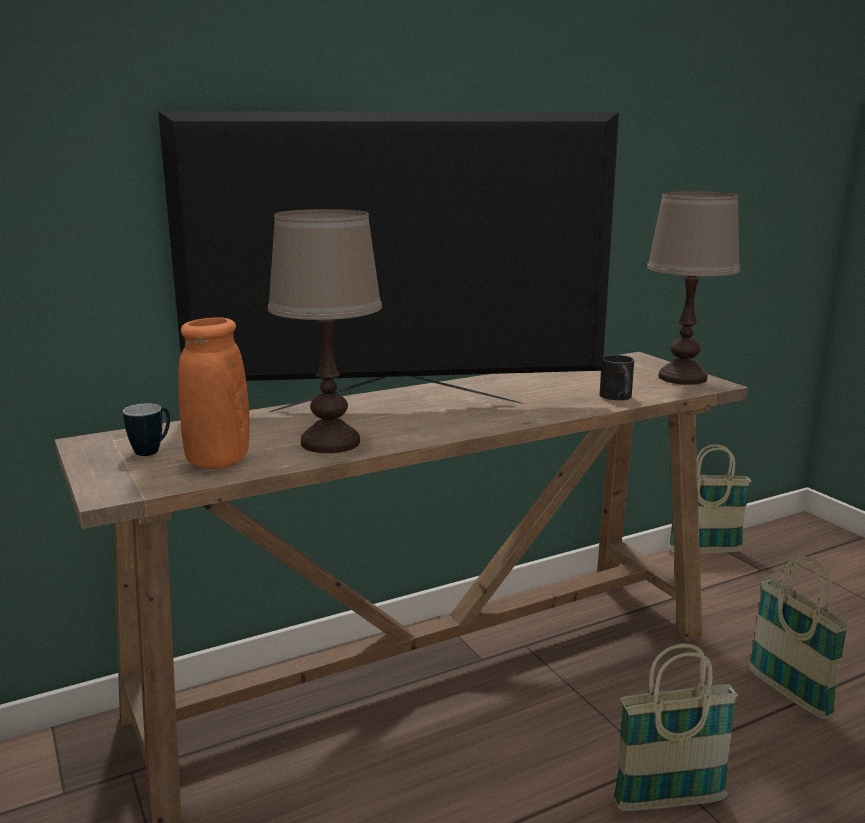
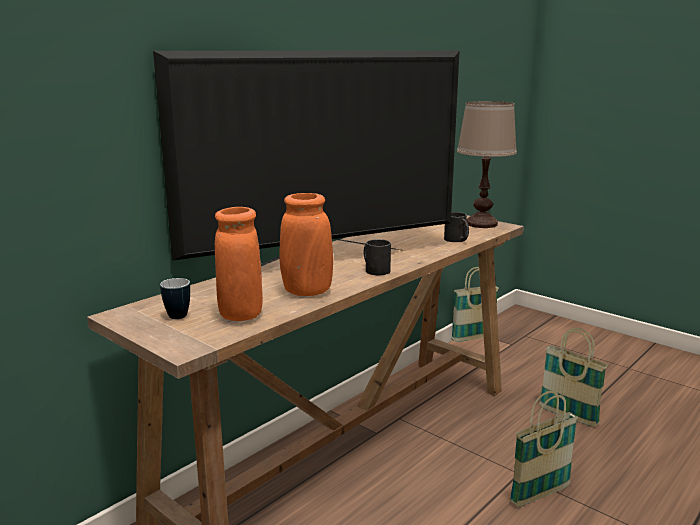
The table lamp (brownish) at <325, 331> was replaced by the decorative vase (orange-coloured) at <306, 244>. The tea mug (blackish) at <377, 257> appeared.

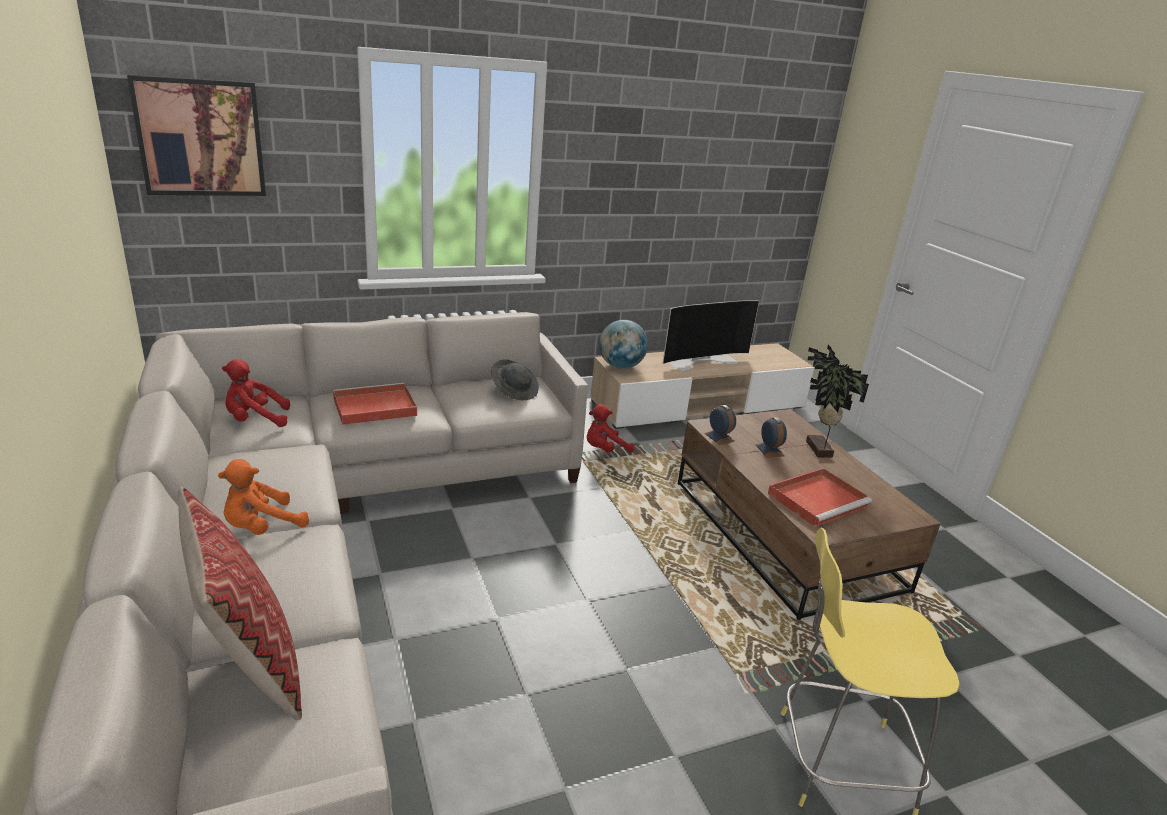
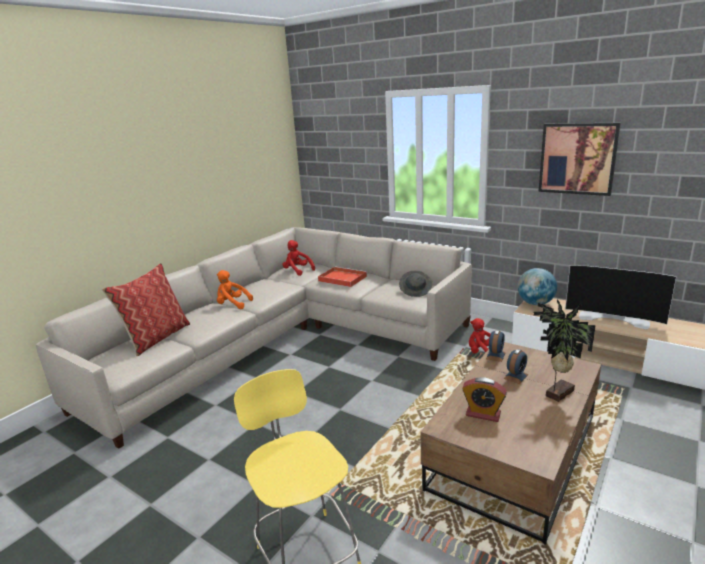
The tray (reddish) at <820, 497> was replaced by the bedside clock at <484, 399>. The wall picture moved from <196, 135> to <579, 159>.

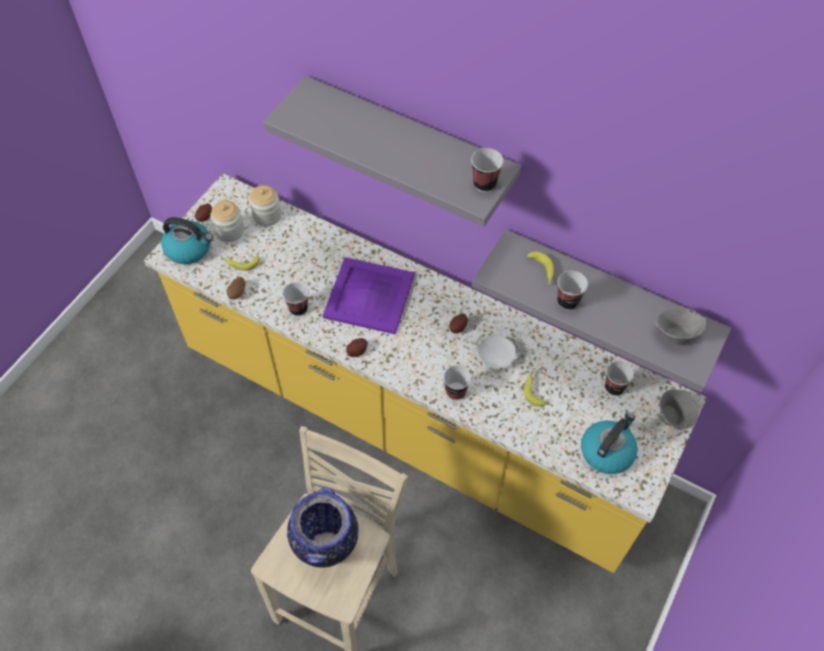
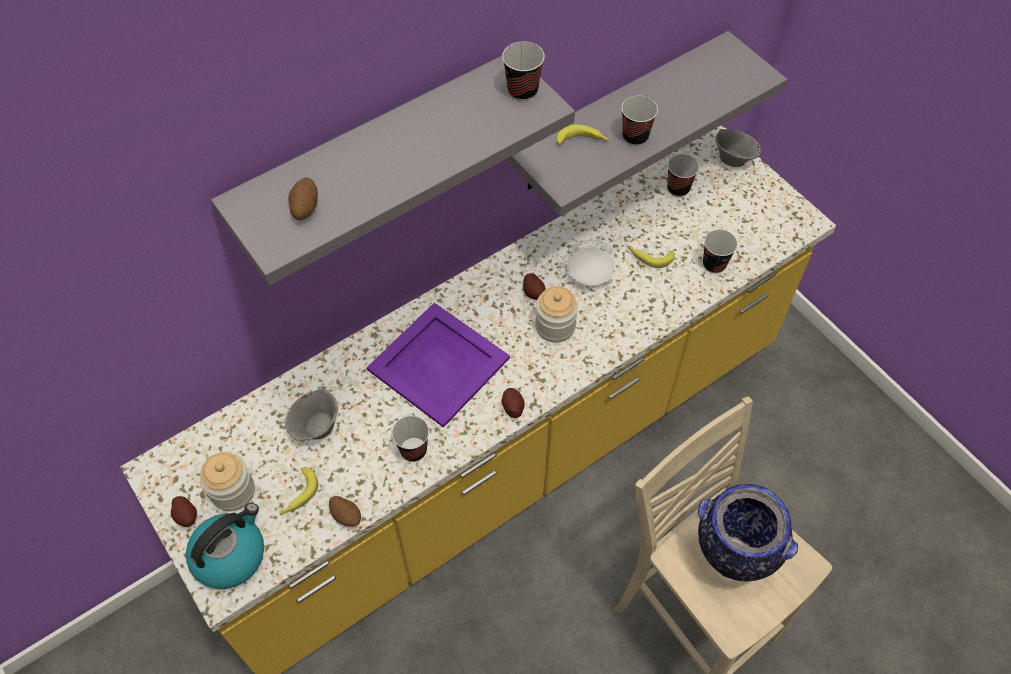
The deep dish (gray) moved from <681, 326> to <311, 414>. The potato at <303, 199> appeared. The preserve jar moved from <265, 205> to <556, 314>. The cup moved from <457, 382> to <720, 251>. The water kettle at <609, 443> disappeared.

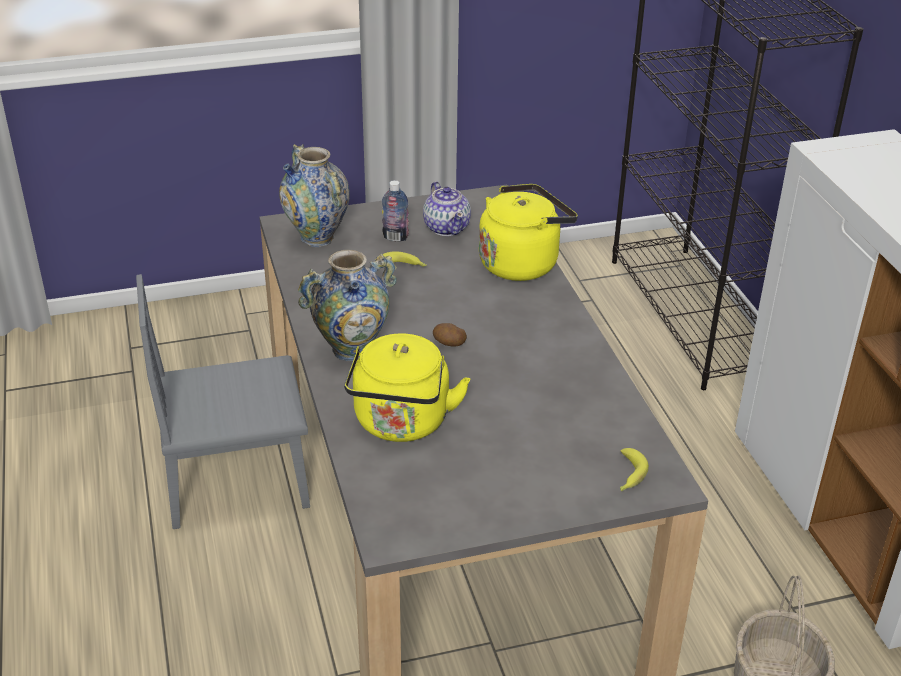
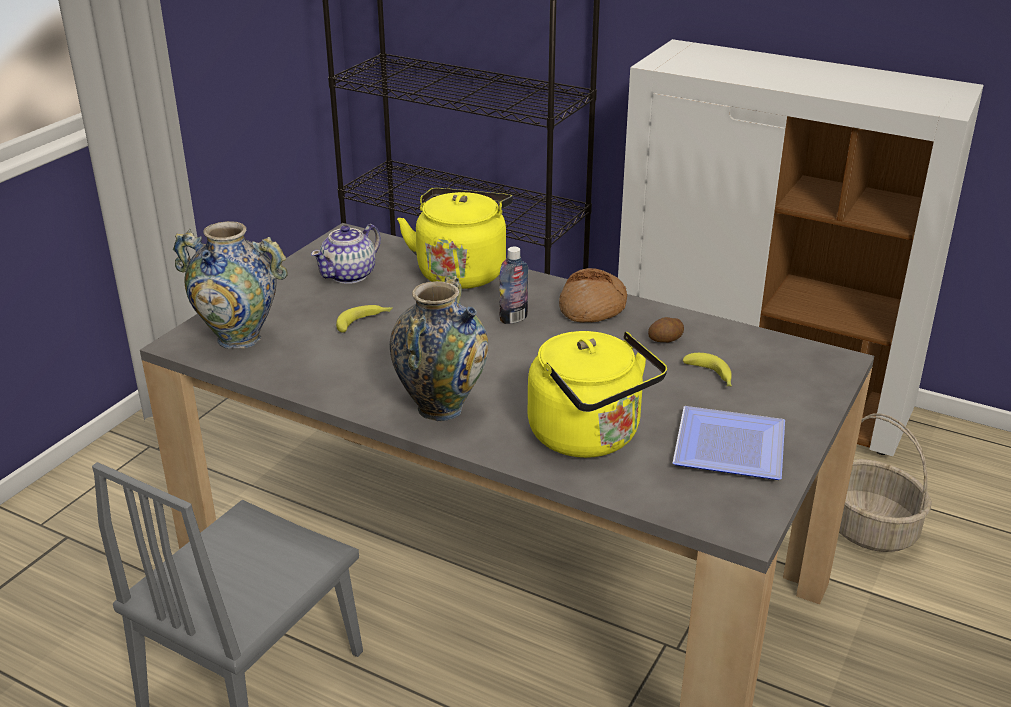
The teapot at <447, 208> turned 105 degrees clockwise. The beverage bottle moved from <395, 211> to <513, 285>. The bakery bread at <593, 295> appeared. The potato moved from <450, 335> to <666, 329>. The plate at <729, 443> appeared. The banana moved from <634, 469> to <707, 369>.

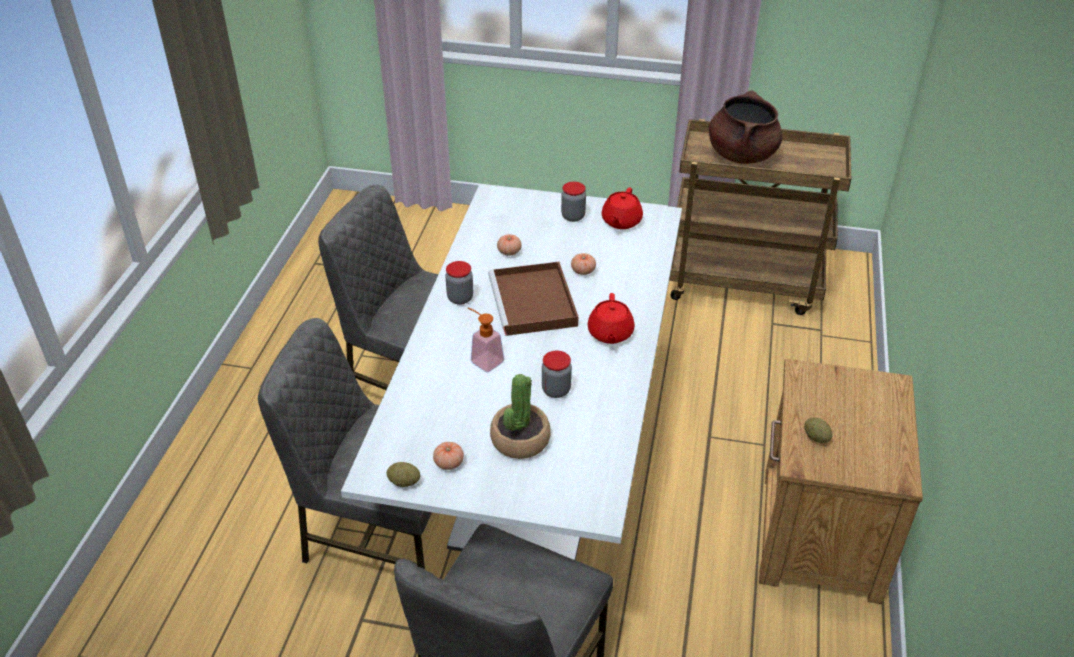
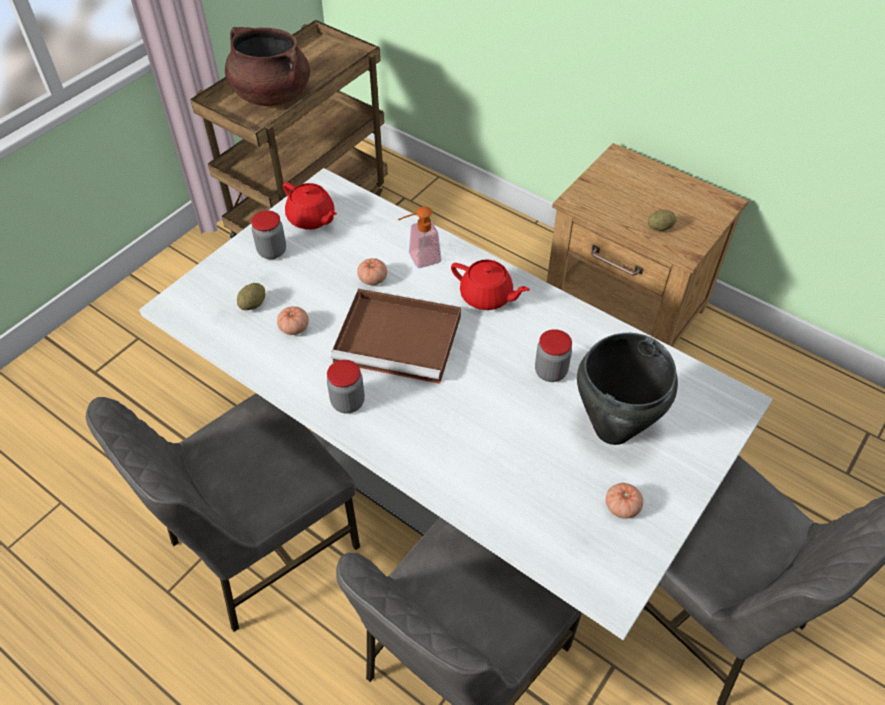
The potato moved from <403, 474> to <251, 296>. The soap dispenser moved from <486, 340> to <419, 237>. The potted plant at <520, 416> was replaced by the cooking pot (blackish) at <627, 389>.

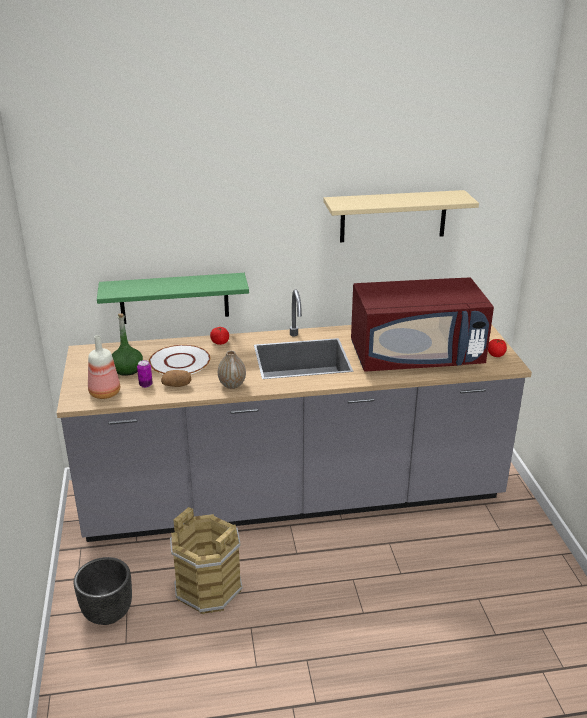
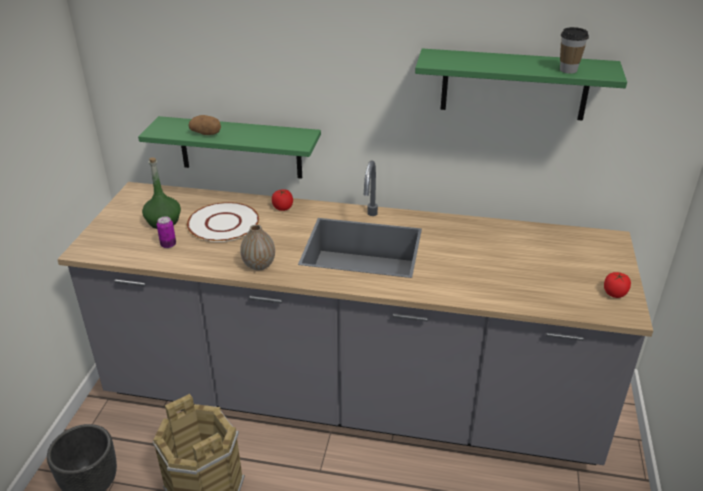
The potato moved from <176, 378> to <204, 125>. The shelf (beige) at <401, 216> became the shelf (green-coloured) at <521, 85>. The cup at <574, 50> appeared. The beverage bottle at <104, 367> disappeared. The kitchen microwave (reddish) at <422, 325> disappeared.

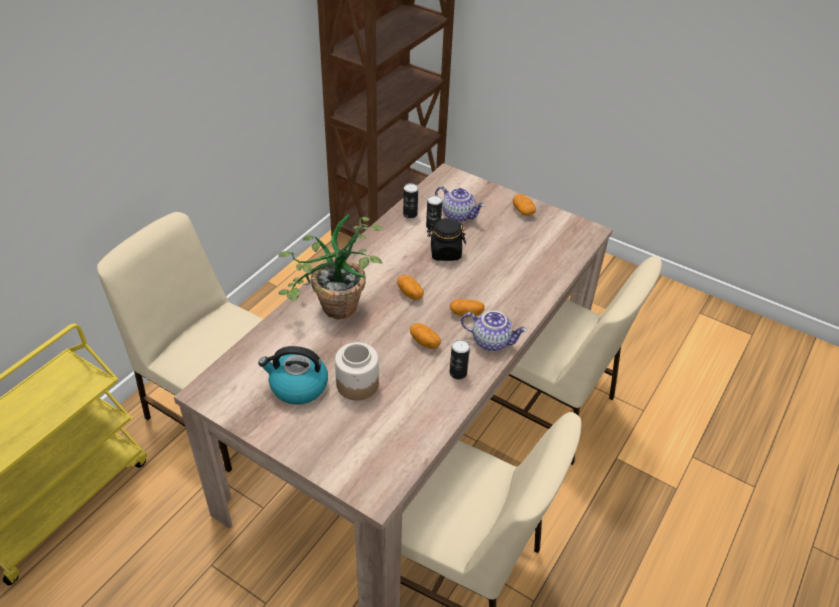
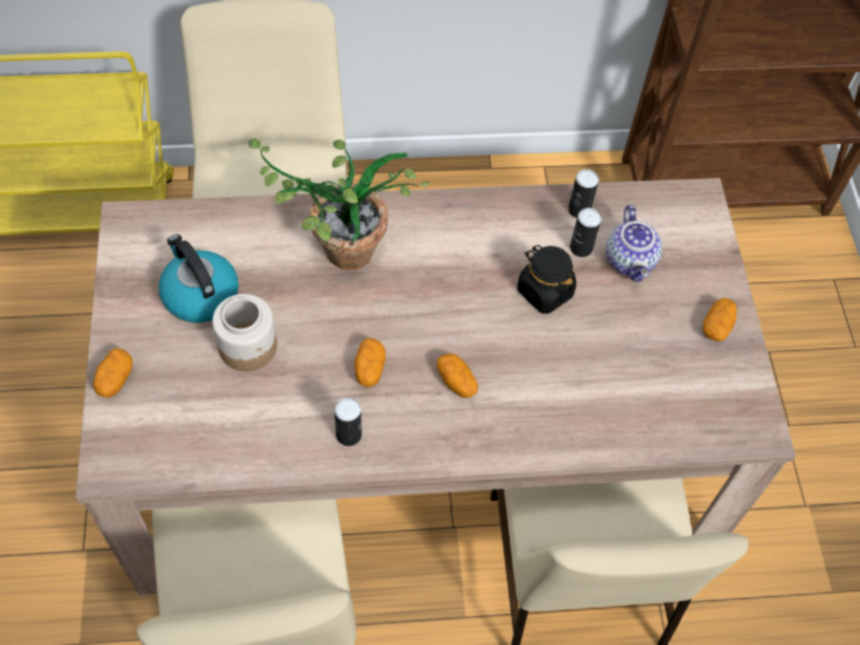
The potato moved from <410, 287> to <113, 373>. The teapot at <494, 331> disappeared.

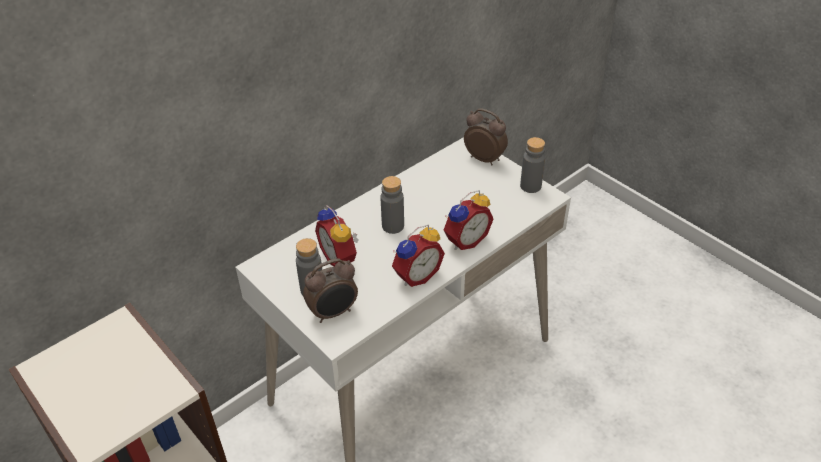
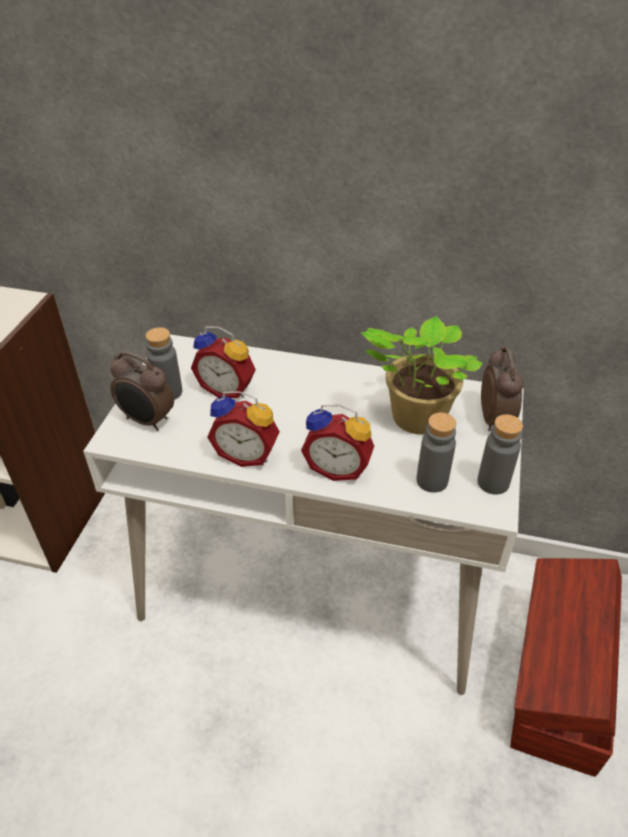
The bedside clock at <337, 236> turned 90 degrees counterclockwise. The potted plant at <422, 375> appeared. The beverage bottle (gray) moved from <392, 205> to <436, 453>. The storage bin (brownish) at <566, 667> appeared.

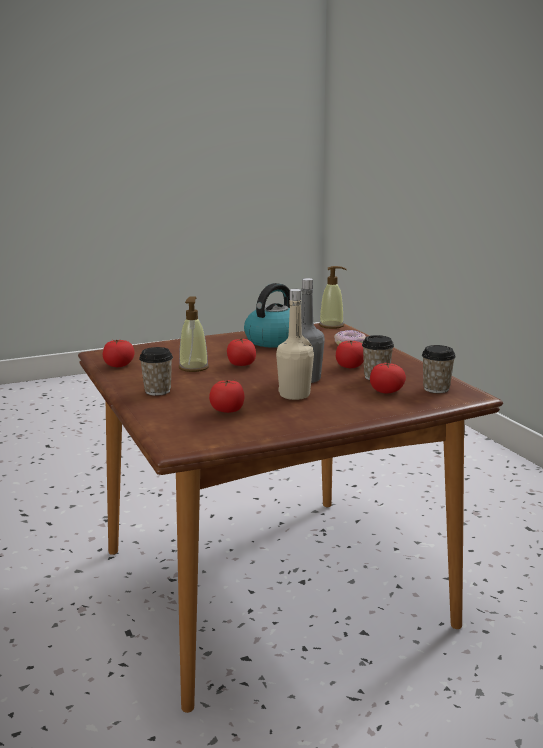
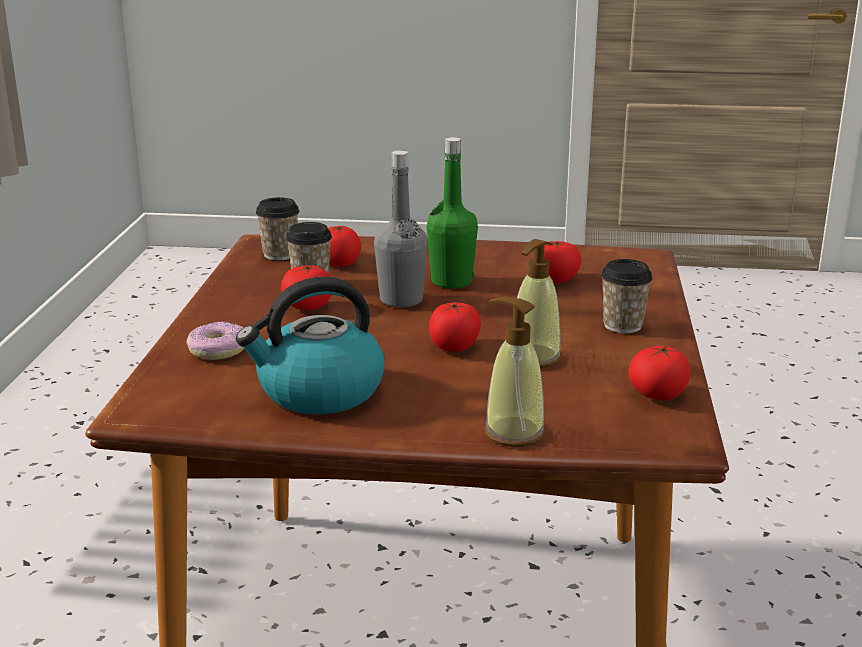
The beverage bottle (beige) at <295, 344> became the beverage bottle (green-coloured) at <452, 213>. The soap dispenser moved from <333, 297> to <514, 372>.

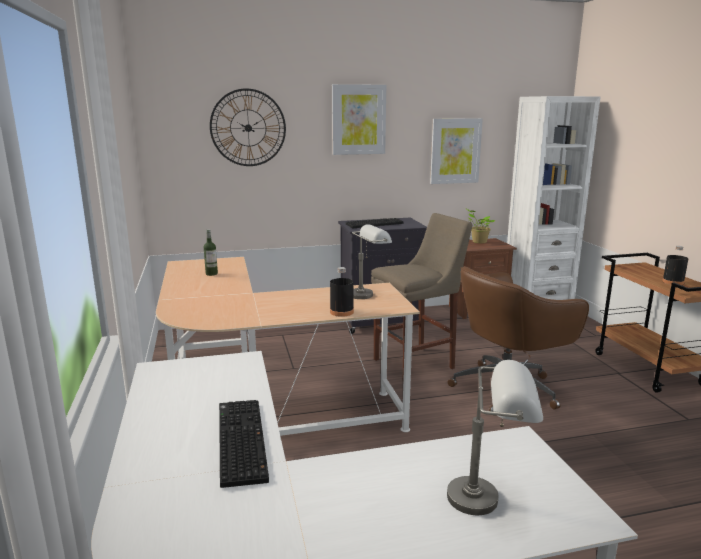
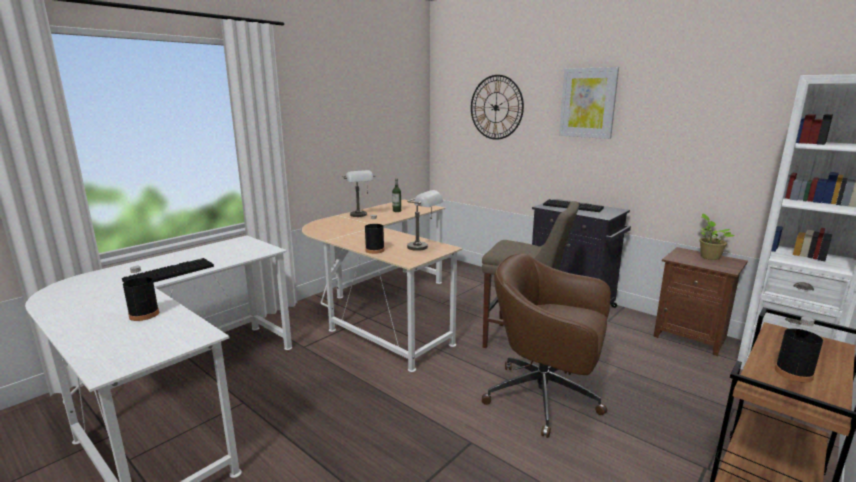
The beverage bottle (blackish) at <141, 293> appeared. The table lamp (gray) moved from <495, 437> to <358, 193>. The wall picture at <456, 151> disappeared.

